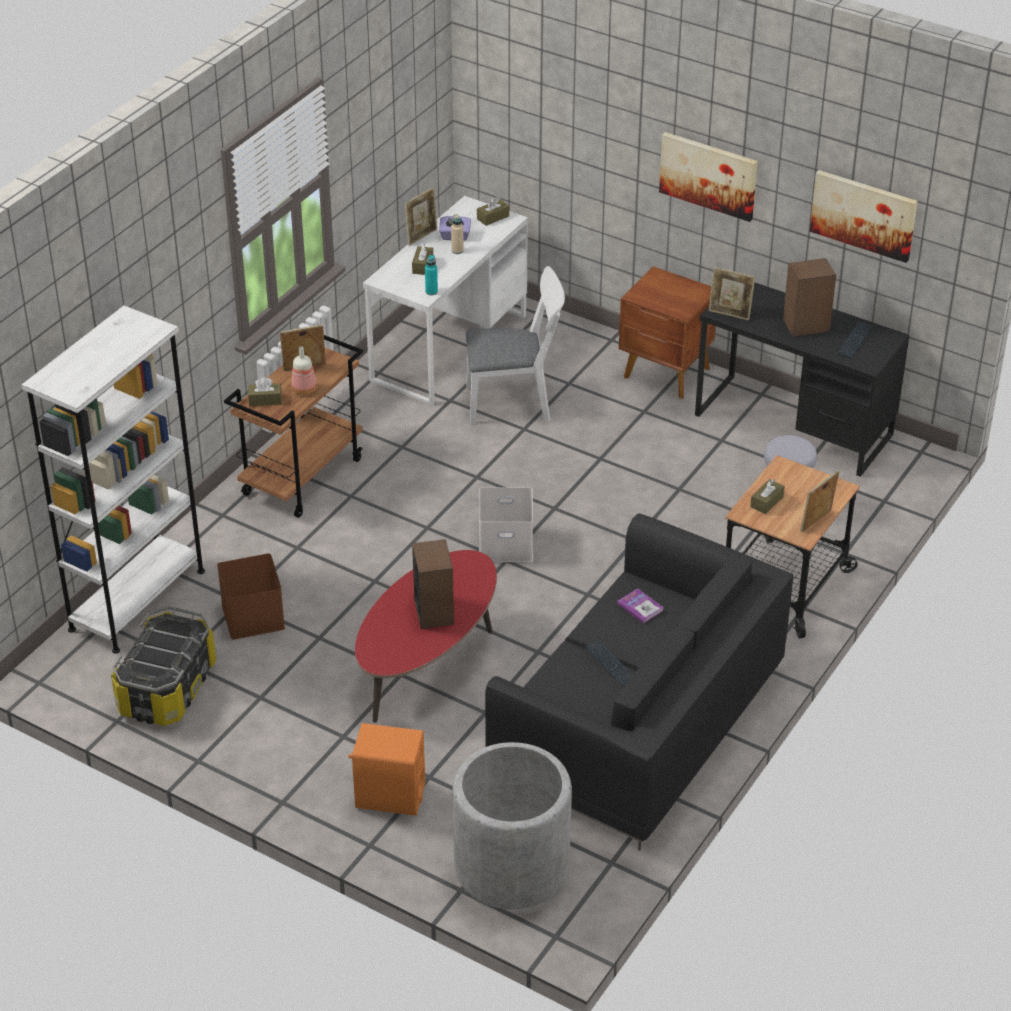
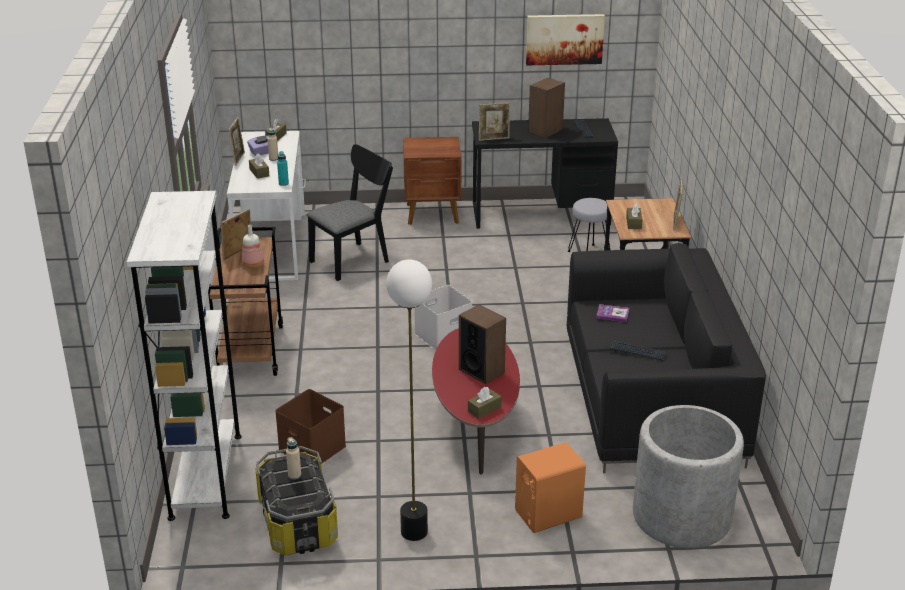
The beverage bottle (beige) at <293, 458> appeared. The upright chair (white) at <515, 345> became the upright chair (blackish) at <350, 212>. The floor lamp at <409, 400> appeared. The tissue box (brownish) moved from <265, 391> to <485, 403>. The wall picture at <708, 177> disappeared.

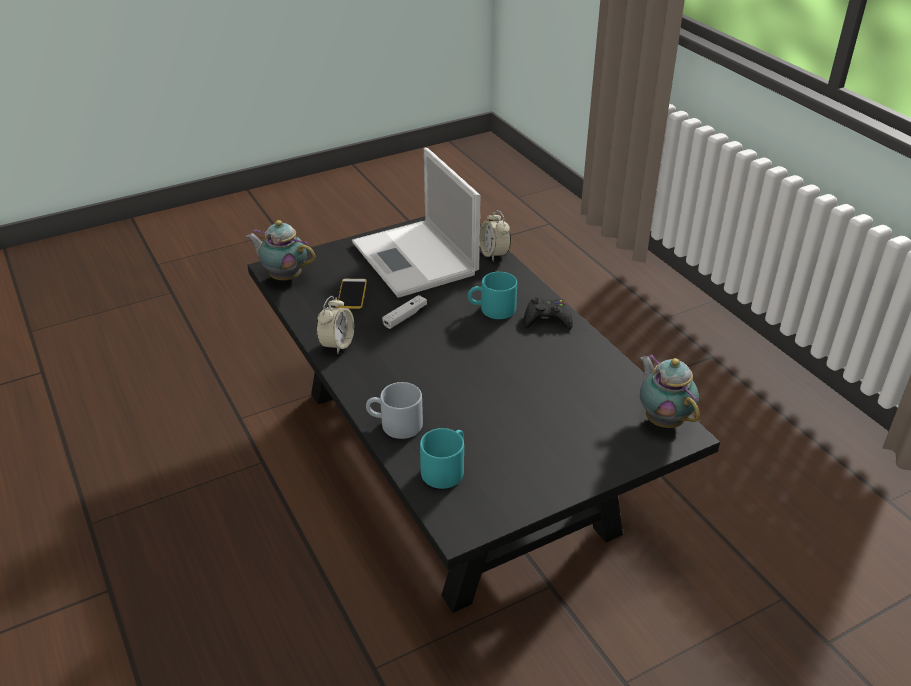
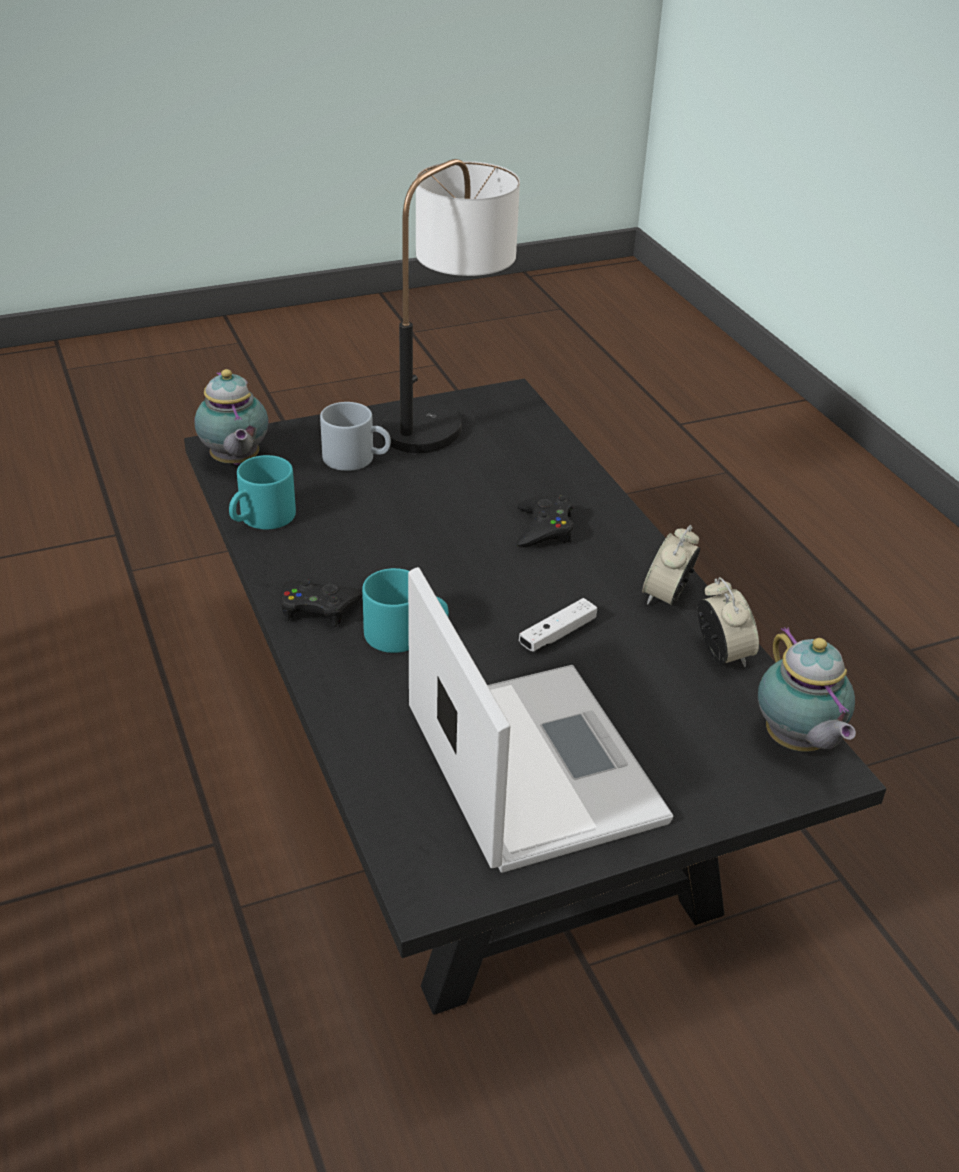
The tea mug (blue-green) moved from <442, 458> to <262, 492>. The tea mug (gray) moved from <394, 410> to <355, 436>. The table lamp at <450, 306> appeared. The joypad (blackish) at <545, 521> appeared. The bedside clock moved from <495, 236> to <728, 622>. The teapot at <281, 250> turned 45 degrees clockwise. The handset at <352, 294> disappeared.

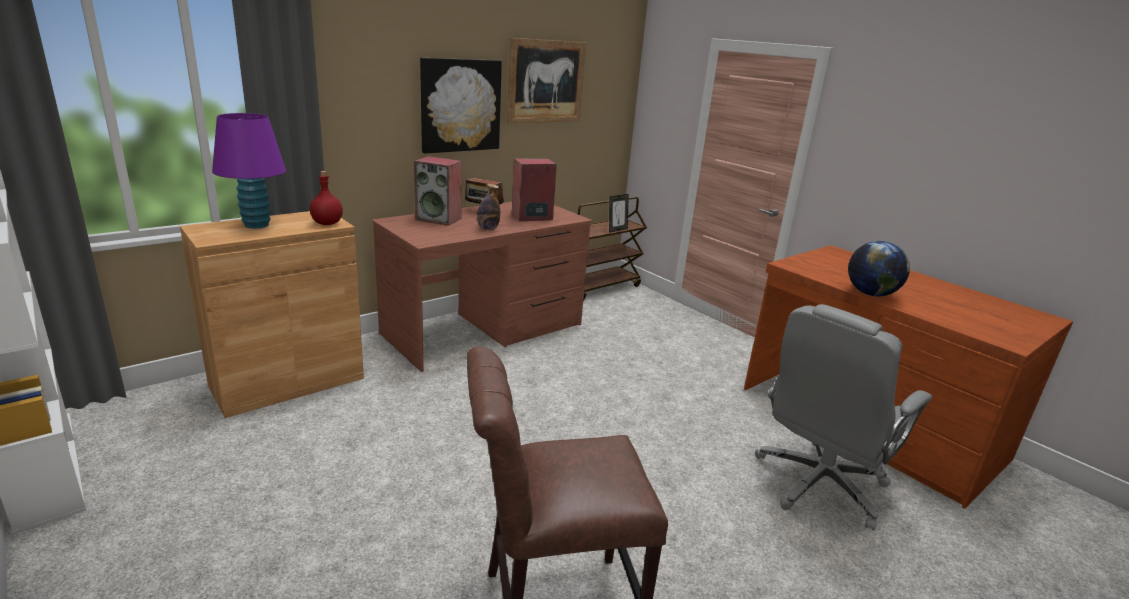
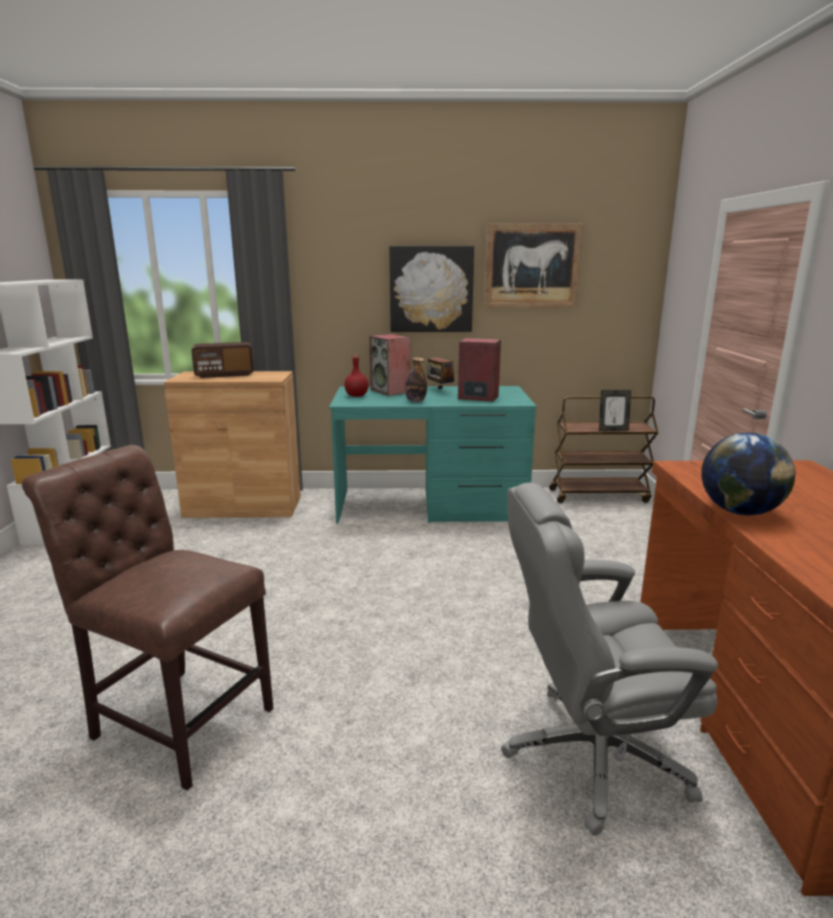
The table lamp (purple) at <249, 170> was replaced by the radio receiver at <222, 360>. The desk table (brownish) at <482, 287> became the desk table (blue-green) at <433, 455>. The beverage bottle (reddish) moved from <326, 198> to <356, 375>.

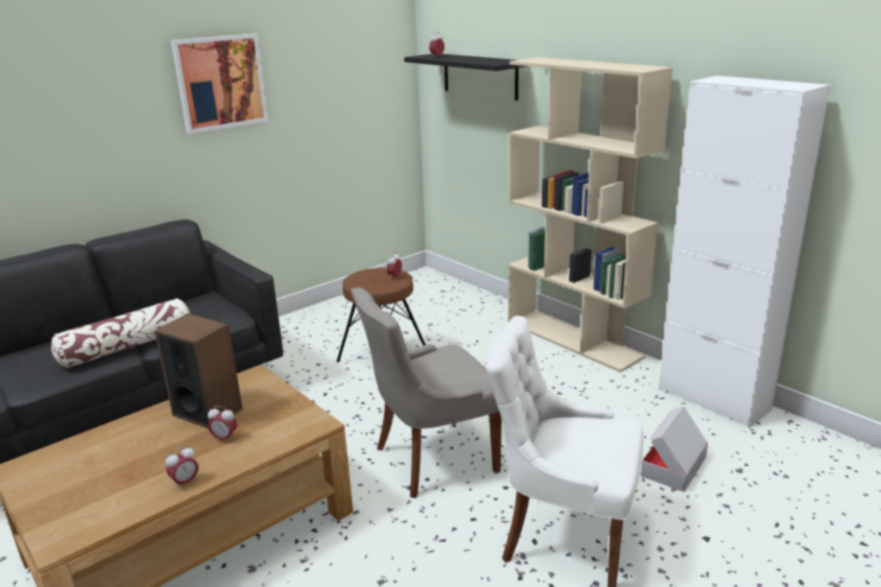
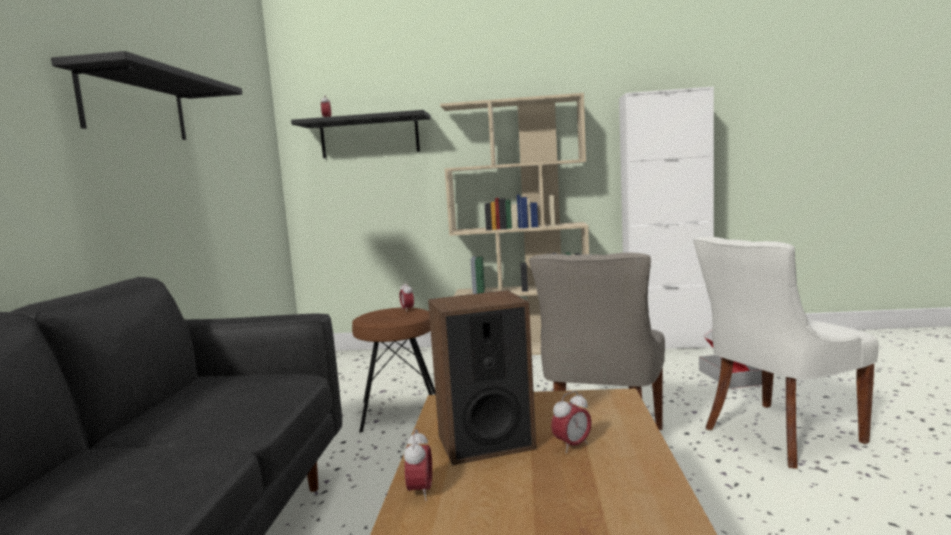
The wall picture at <219, 84> was replaced by the shelf (blackish) at <146, 95>. The bedside clock moved from <182, 467> to <418, 465>. The pillow at <120, 333> disappeared.

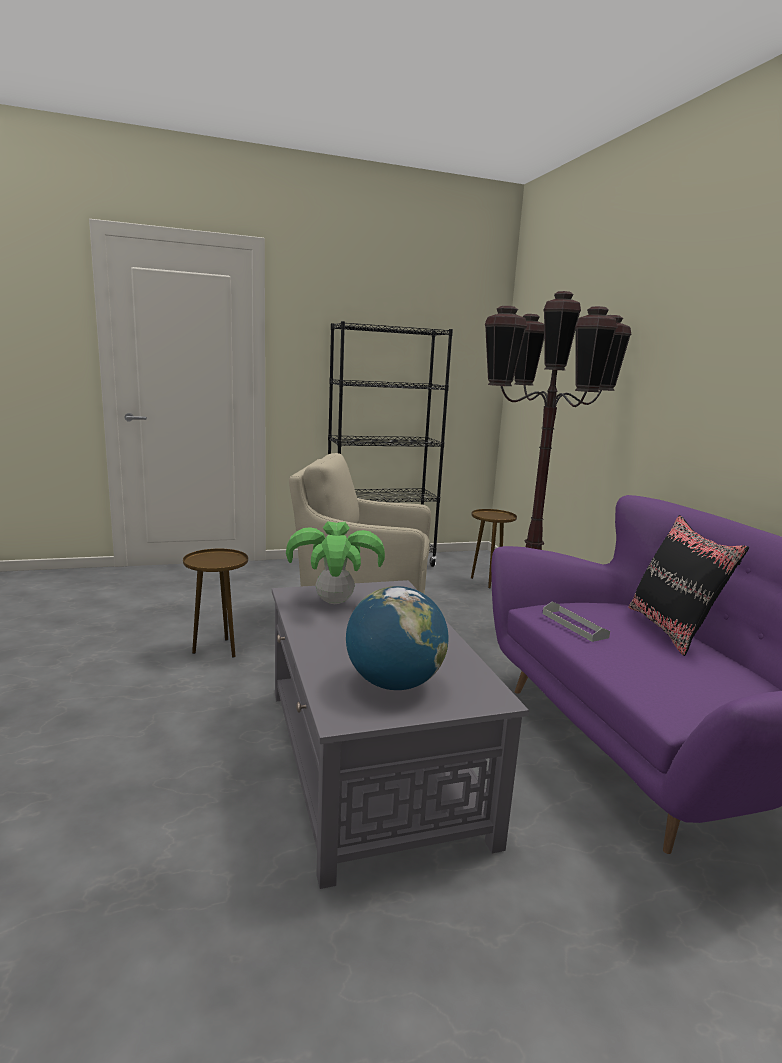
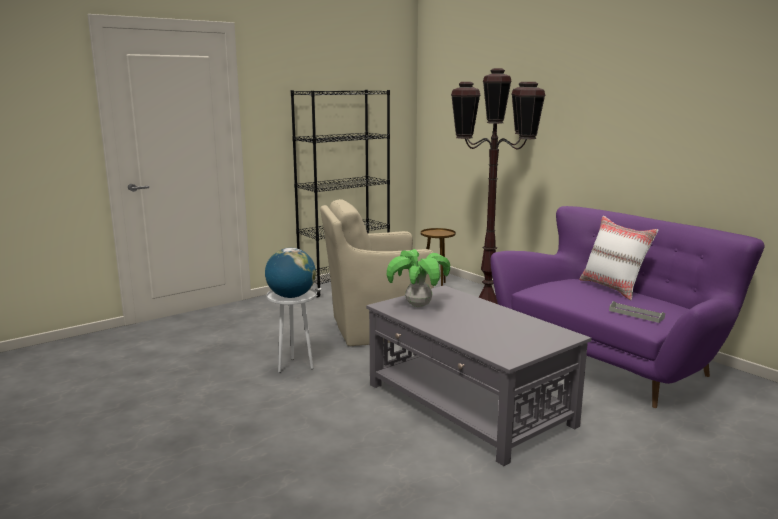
The world globe moved from <397, 638> to <290, 273>. The end table (brownish) at <215, 603> became the end table (white) at <292, 330>. The pillow (blackish) at <688, 585> became the pillow (white) at <619, 258>. The tray (gray) moved from <576, 622> to <637, 312>.

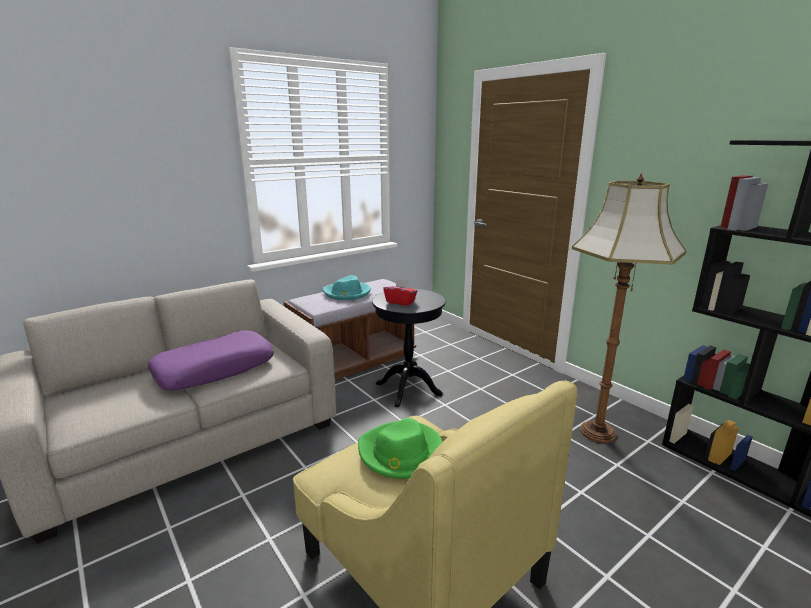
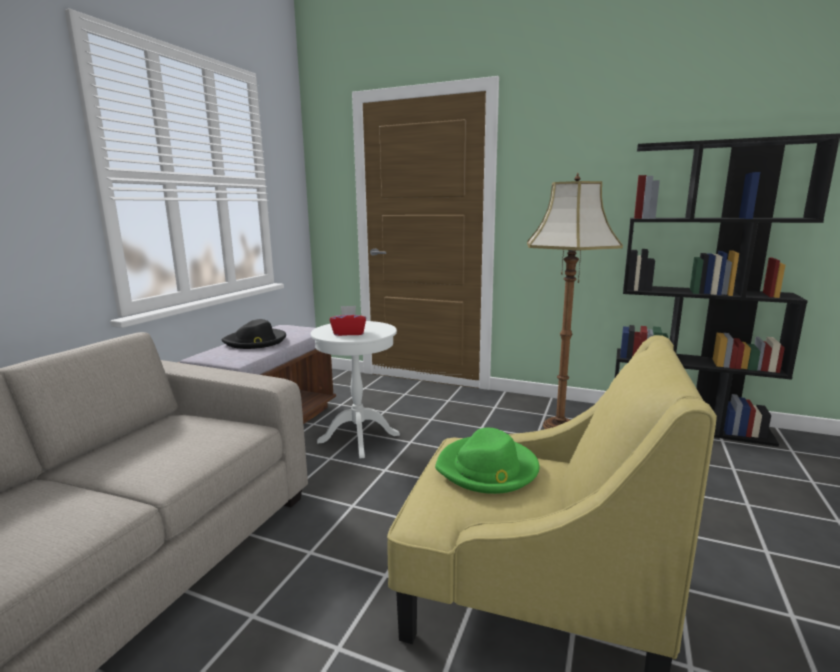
The wearable hat (blue-green) at <347, 287> became the wearable hat (blackish) at <254, 334>. The end table (blackish) at <408, 348> became the end table (white) at <355, 389>. The pillow (purple) at <211, 360> disappeared.

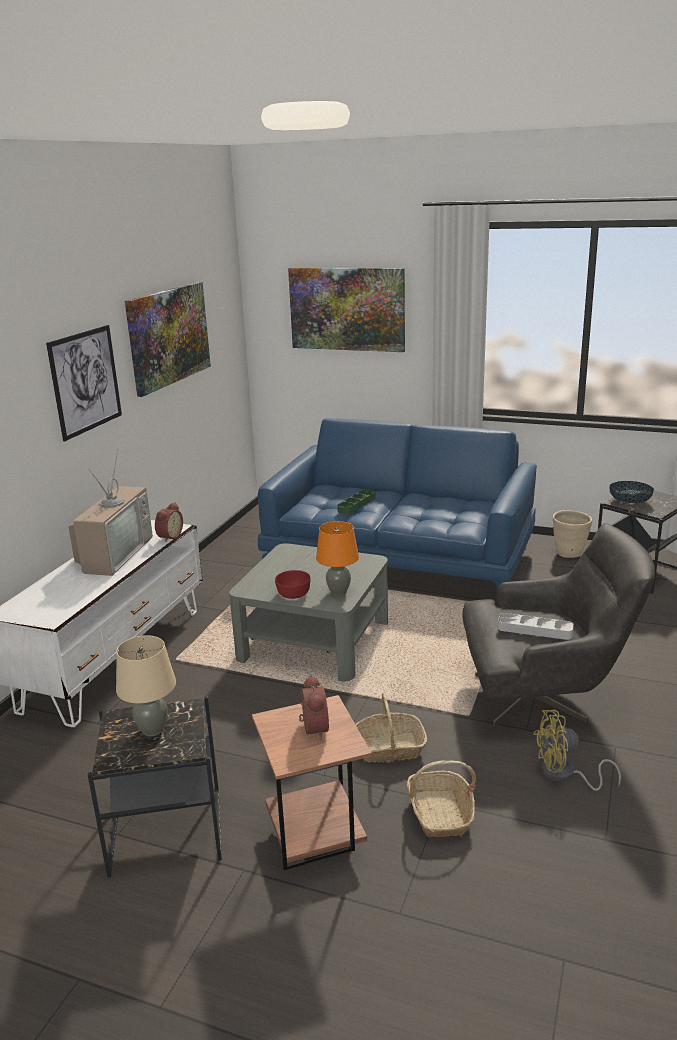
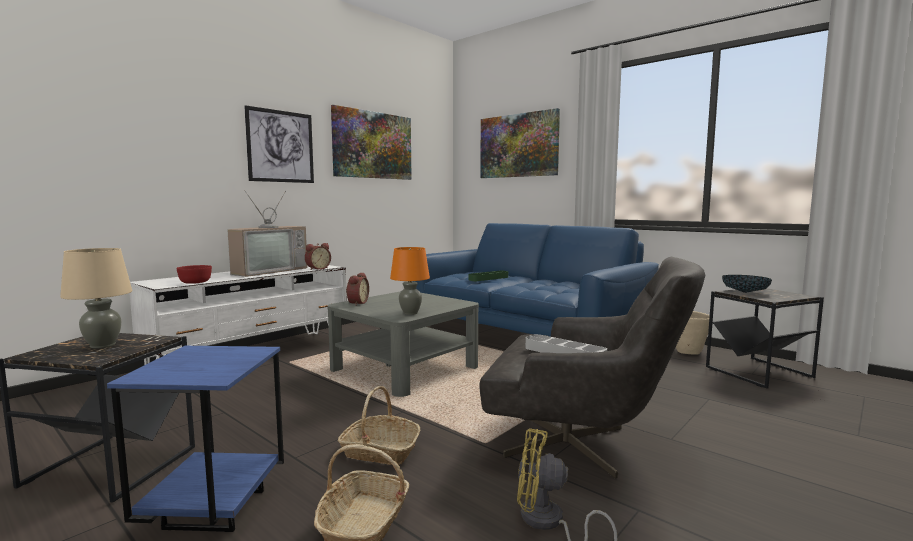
The end table (brownish) at <312, 782> became the end table (blue-coloured) at <195, 439>. The deep dish (reddish) moved from <293, 584> to <194, 274>. The bedside clock moved from <314, 707> to <357, 289>.

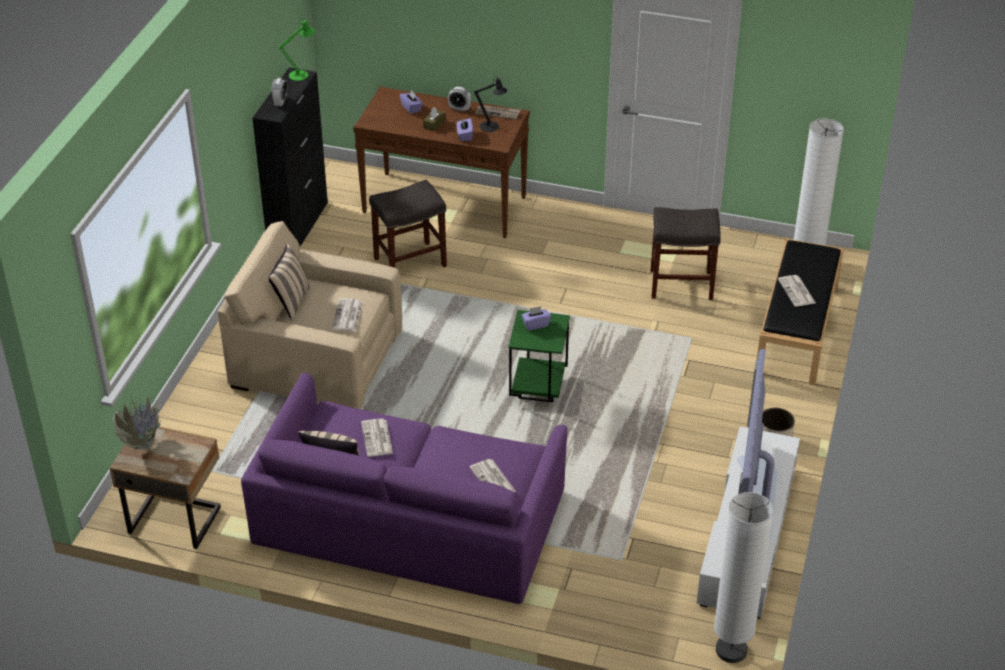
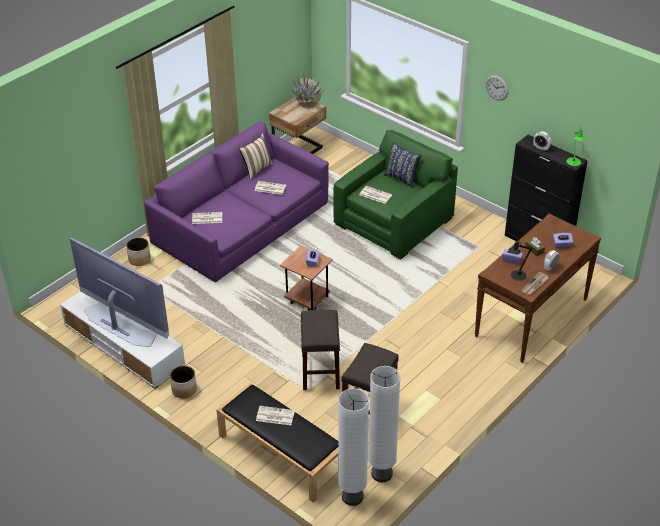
The planter at <138, 251> appeared. The end table (green-coloured) at <539, 356> became the end table (brownish) at <306, 278>. The stool seat (gray) moved from <408, 224> to <320, 350>. The easy chair (beige) at <309, 315> became the easy chair (green-coloured) at <395, 194>. The floor lamp (white) moved from <744, 577> to <384, 424>. The pillow (beige) at <289, 282> became the pillow (blue-coloured) at <402, 165>. The wall clock at <497, 88> appeared.

